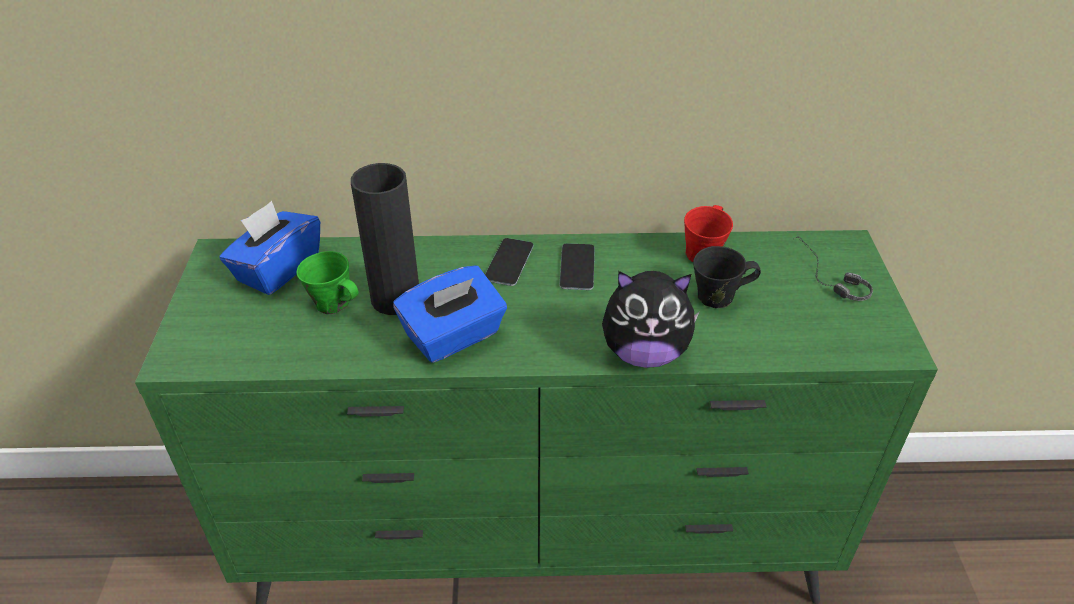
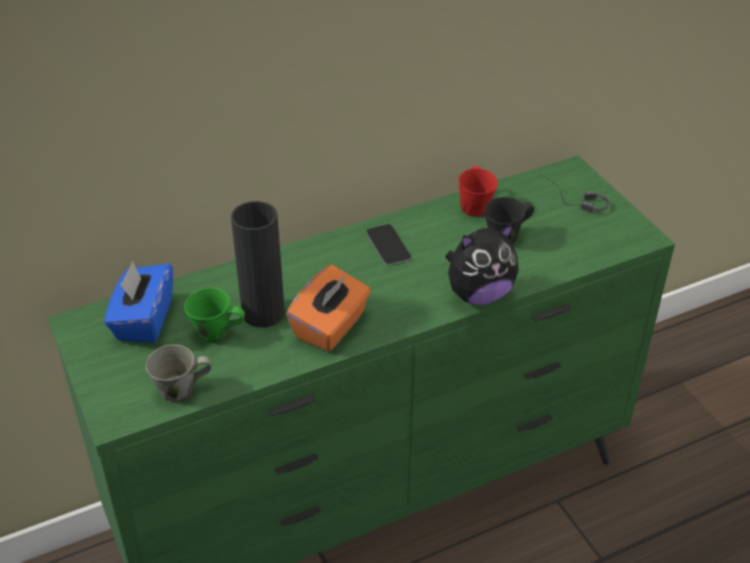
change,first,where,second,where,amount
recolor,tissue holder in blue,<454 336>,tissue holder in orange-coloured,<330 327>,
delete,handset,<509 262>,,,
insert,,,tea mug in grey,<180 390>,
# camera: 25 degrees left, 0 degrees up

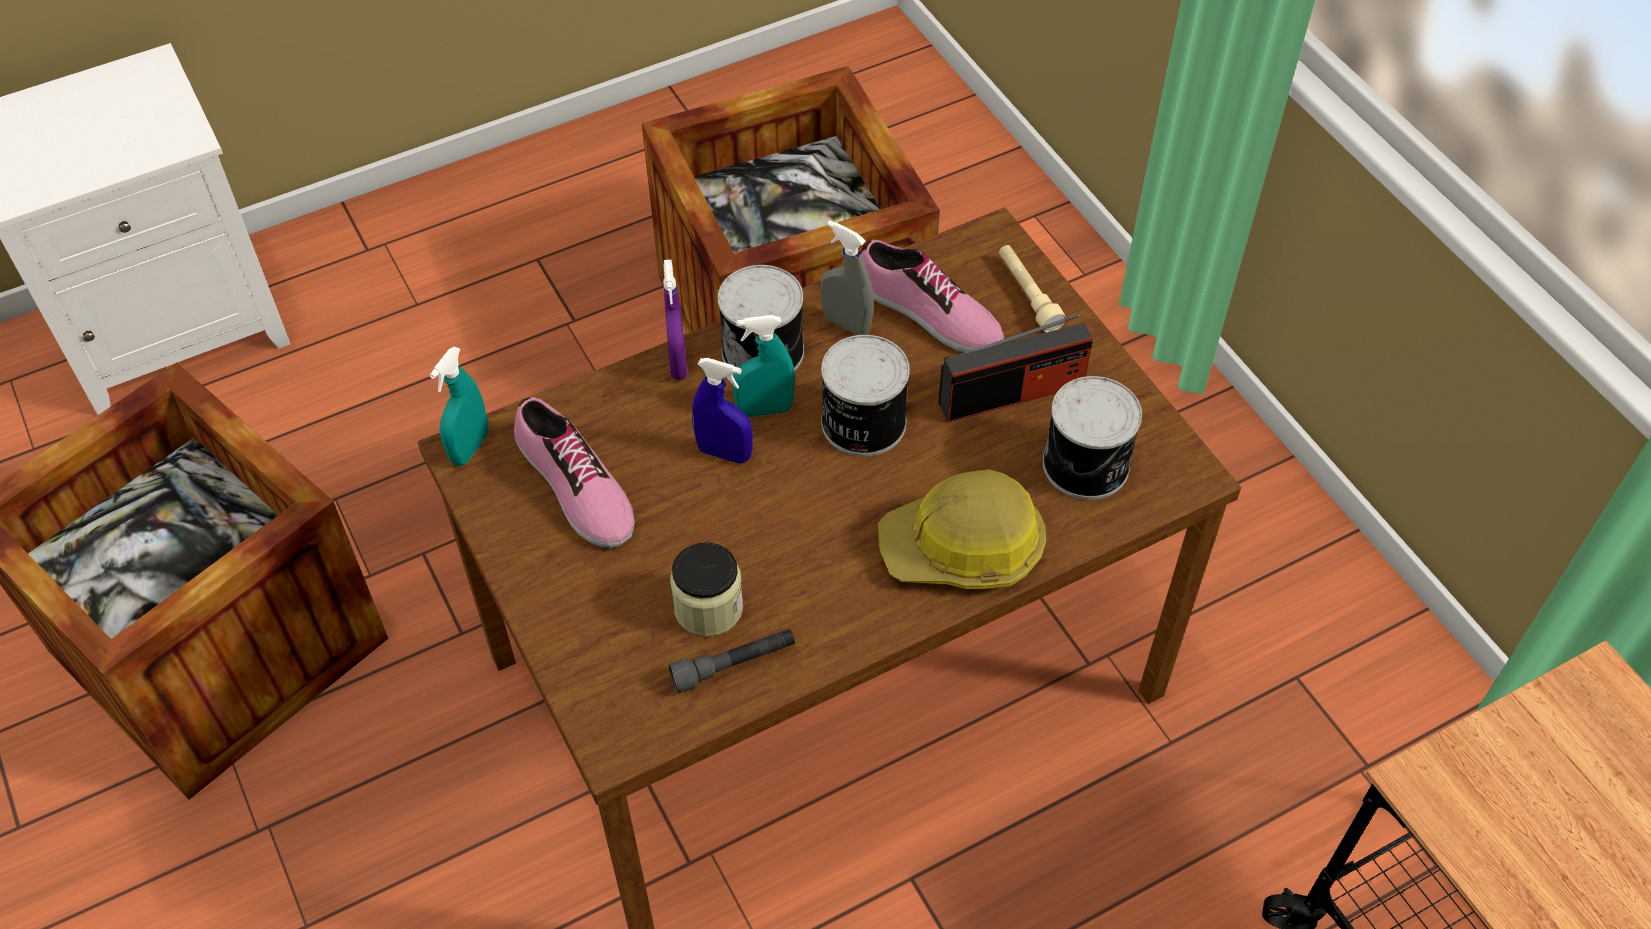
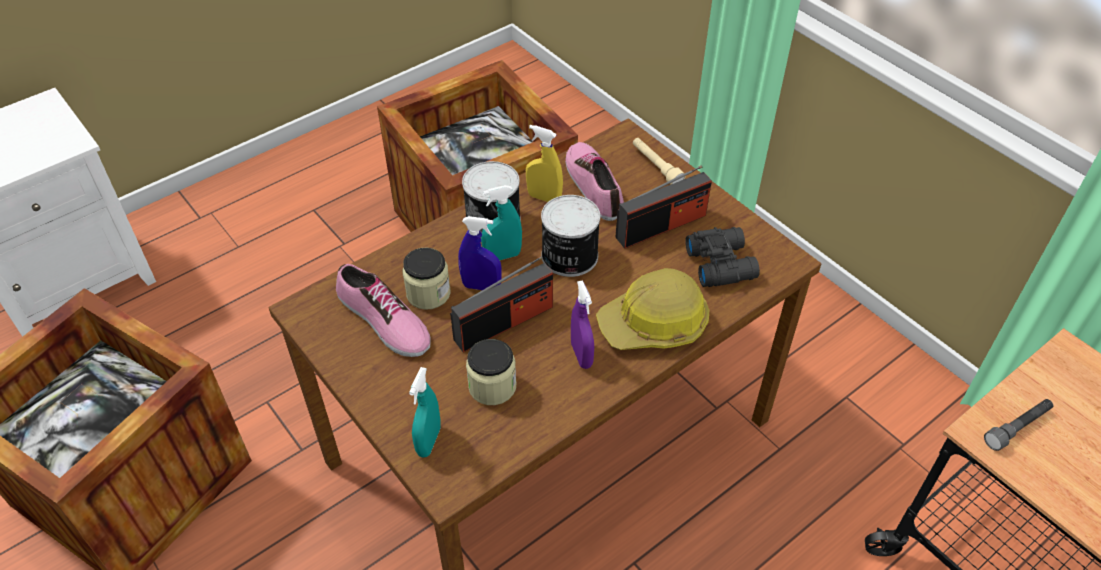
change,first,where,second,where,amount
move,sprayer in turquoise,<470 448>,,<429 441>,
move,sprayer in purple-coloured,<678 362>,,<581 355>,
move,torch in grey,<734 665>,,<1017 428>,
recolor,sprayer in grey,<846 324>,sprayer in yellow,<544 198>,
rotate,shoe,<927 313>,,<594 185>,135 degrees counterclockwise
replace,sealed can,<1087 466>,field glasses in blackish,<721 263>,
insert,,,preserve jar,<428 293>,
insert,,,radio,<504 323>,
# camera: 10 degrees left, 5 degrees down

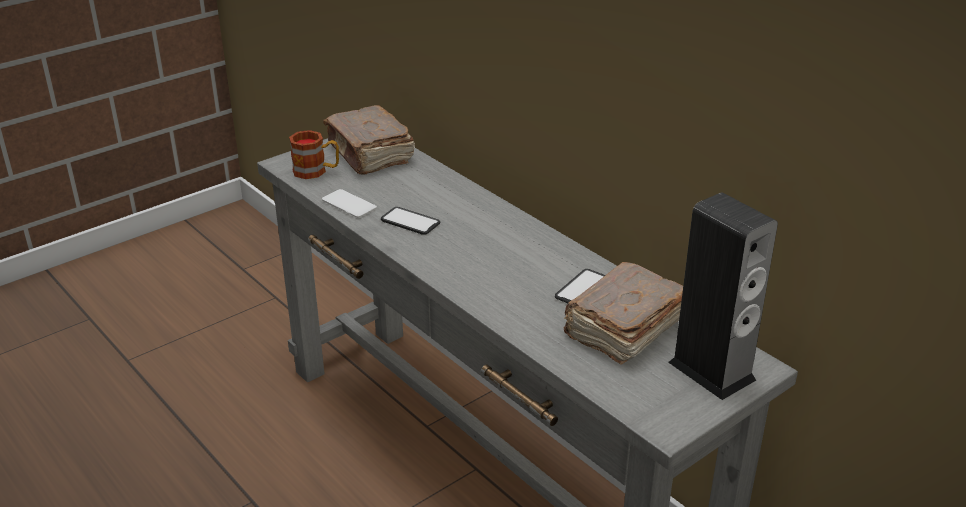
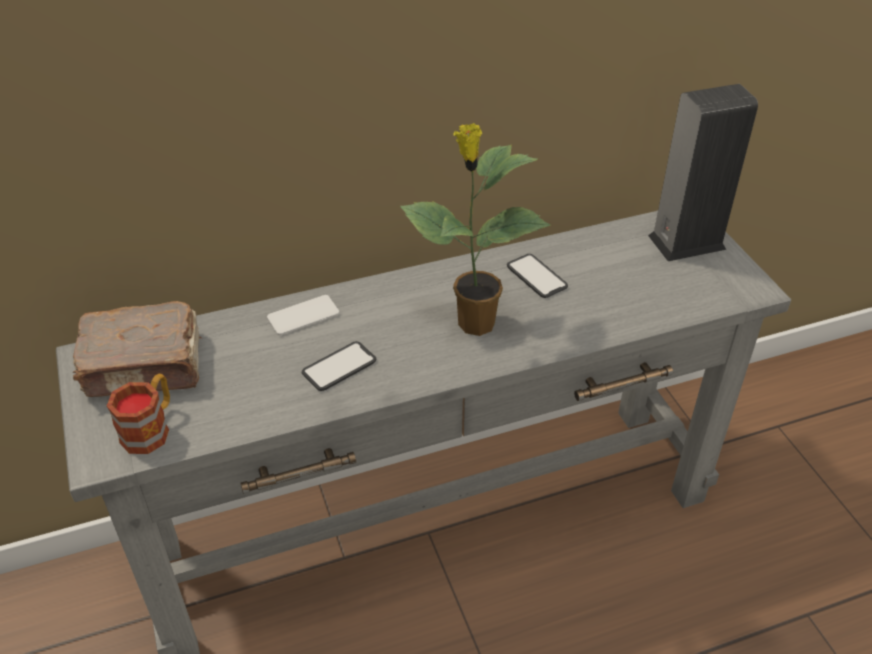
change,first,where,second,where,amount
move,handset,<349 204>,,<303 316>,
delete,bound book in brownish,<623 329>,,,
insert,,,potted plant,<473 324>,
# camera: 70 degrees left, 10 degrees up

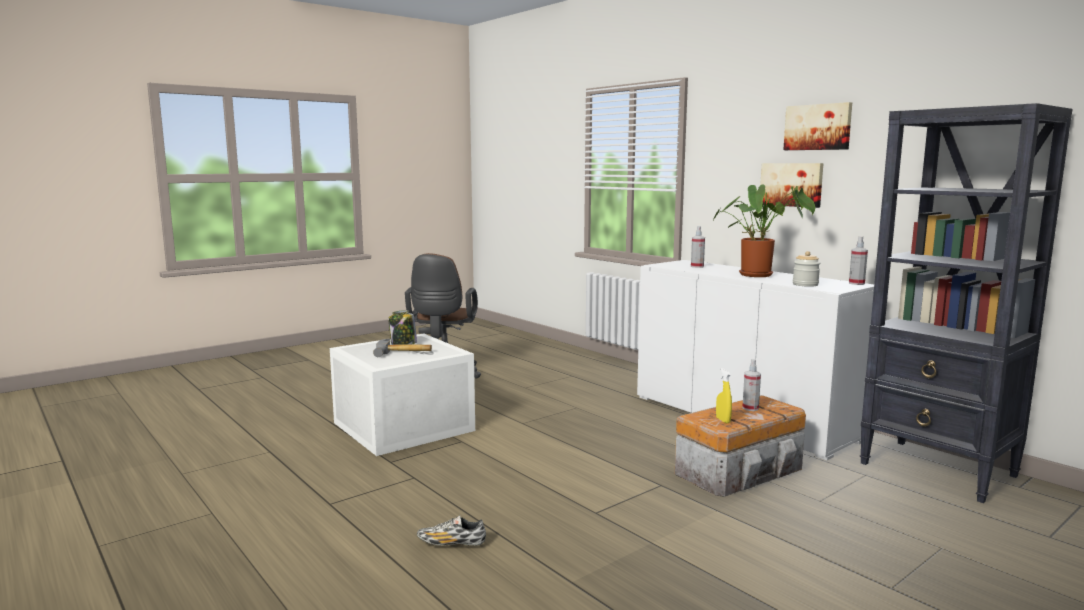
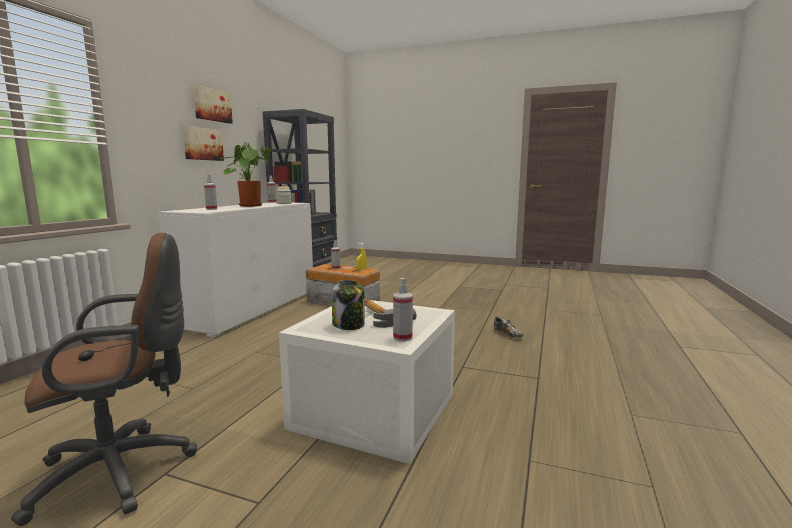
change,first,where,second,where,amount
insert,,,sprayer,<402 338>,
# camera: 120 degrees left, 0 degrees up

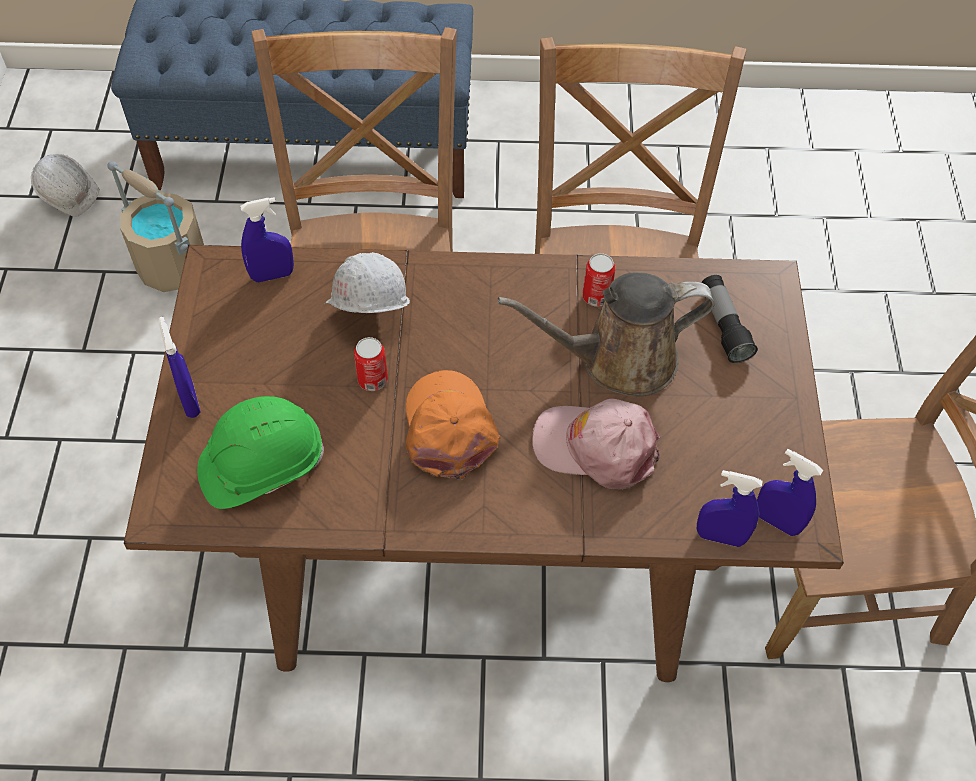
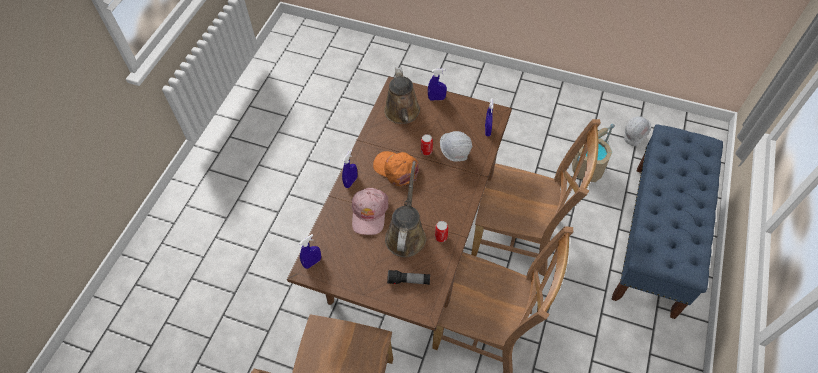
change,first,where,second,where,amount
replace,hard hat in green,<261 465>,watering can in brownish,<402 113>,
rotate,baseball cap in orange-coloured,<449 428>,,<396 169>,150 degrees counterclockwise
rotate,baseball cap in pinkish,<596 447>,,<369 213>,150 degrees clockwise
move,sprayer in blue,<720 537>,,<351 182>,
# camera: 110 degrees right, 0 degrees up

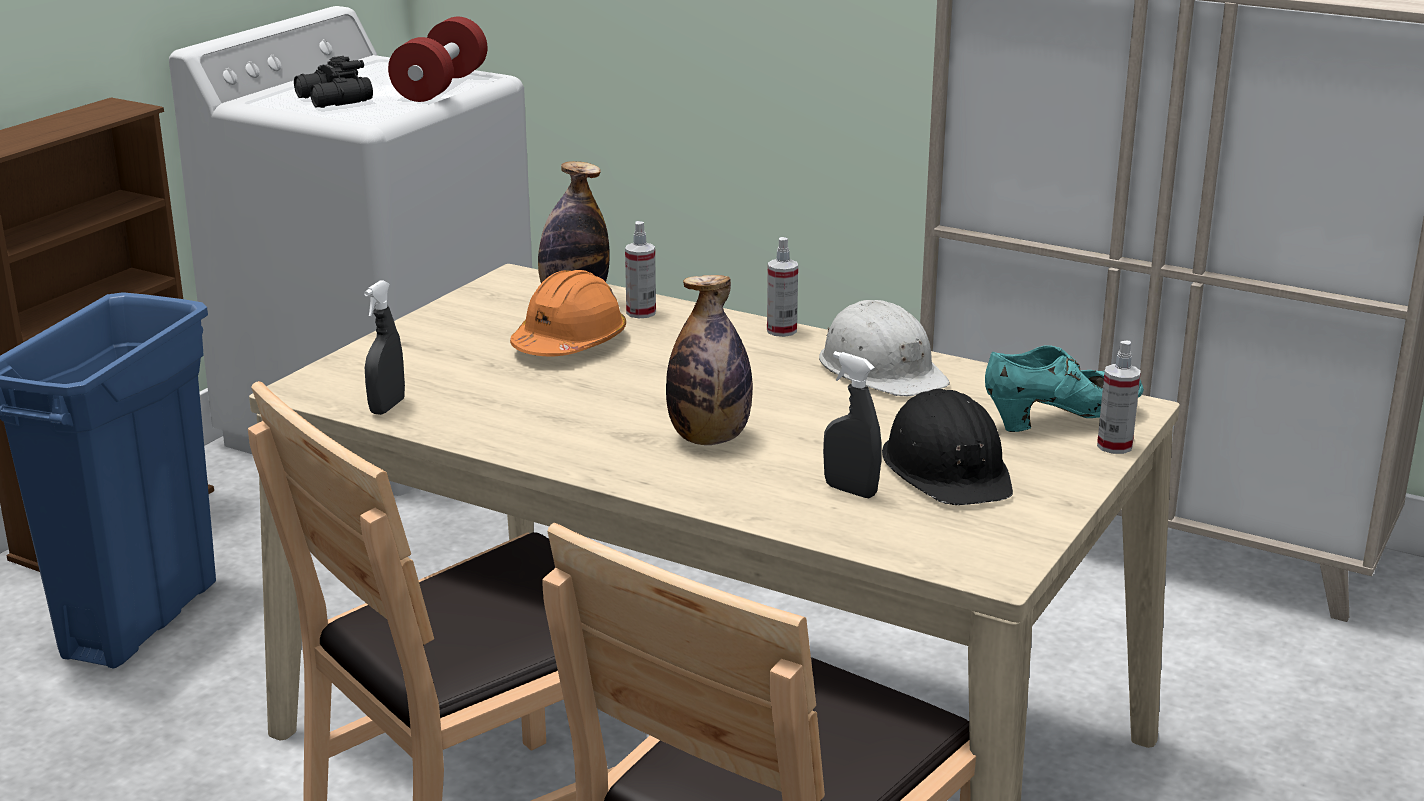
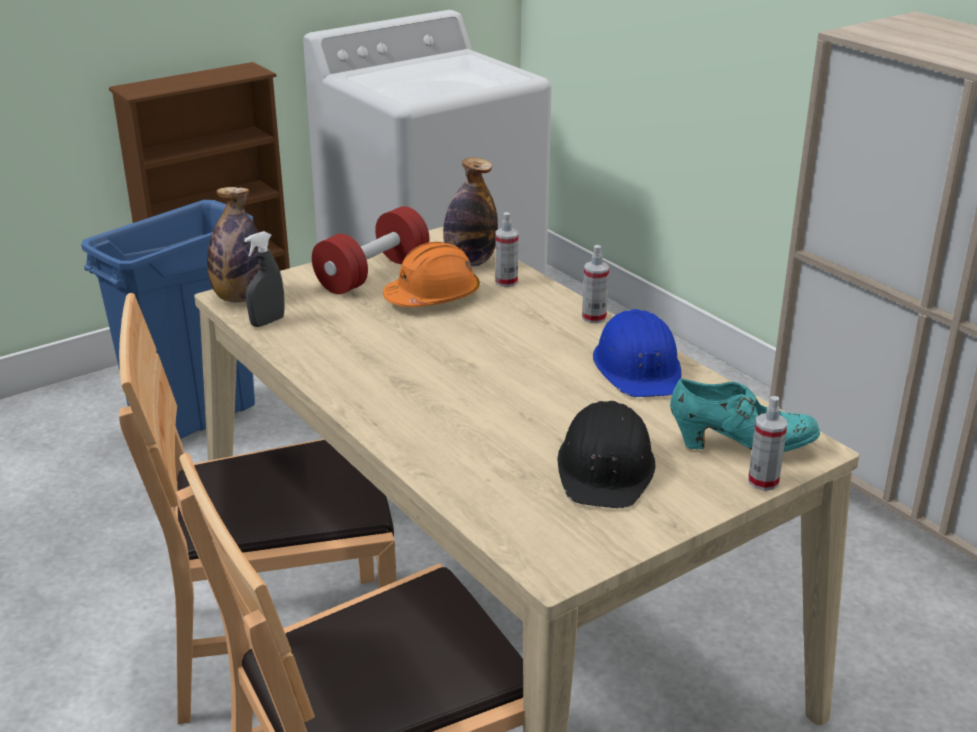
change,first,where,second,where,amount
delete,field glasses in blackish,<333 100>,,,
move,dumbbell in reddish,<441 87>,,<373 274>,
move,drink bottle,<709 438>,,<240 298>,
recolor,hard hat in white,<882 370>,hard hat in blue,<638 368>,
delete,sprayer in grey,<850 490>,,,
# camera: 25 degrees right, 5 degrees up

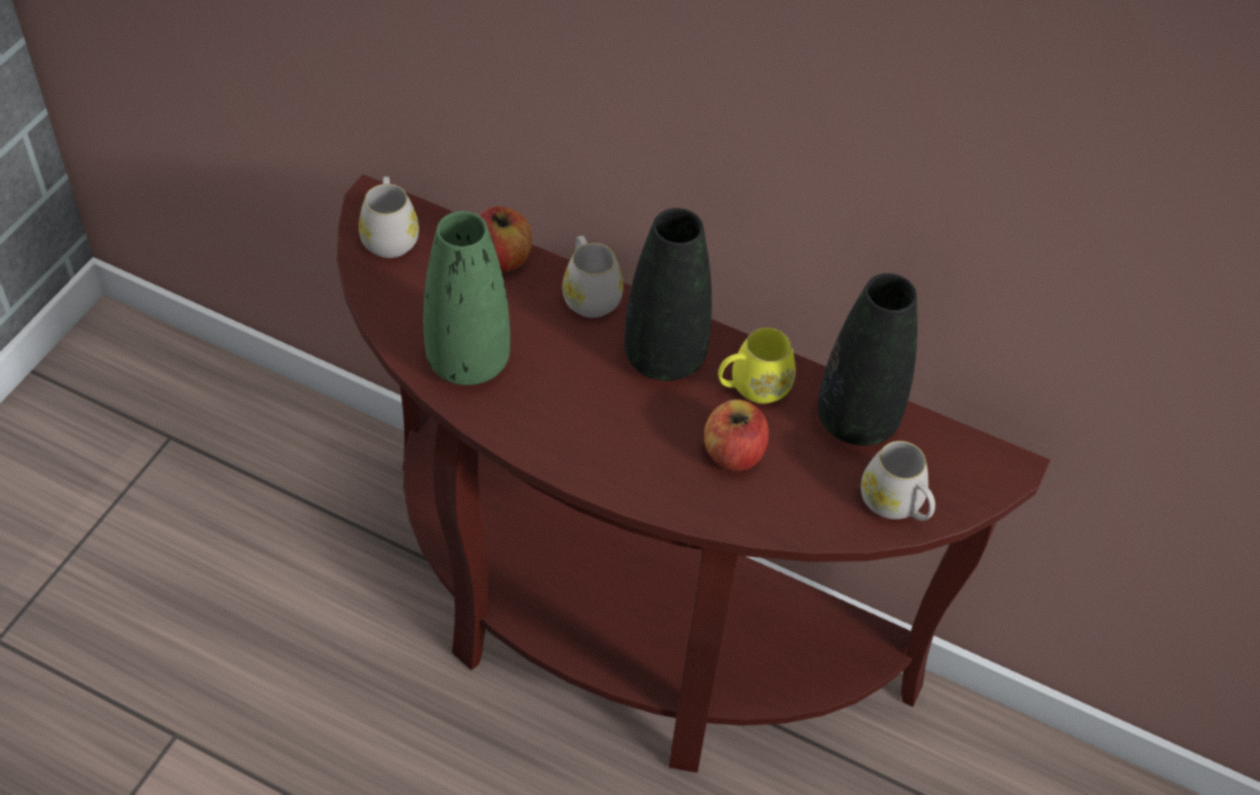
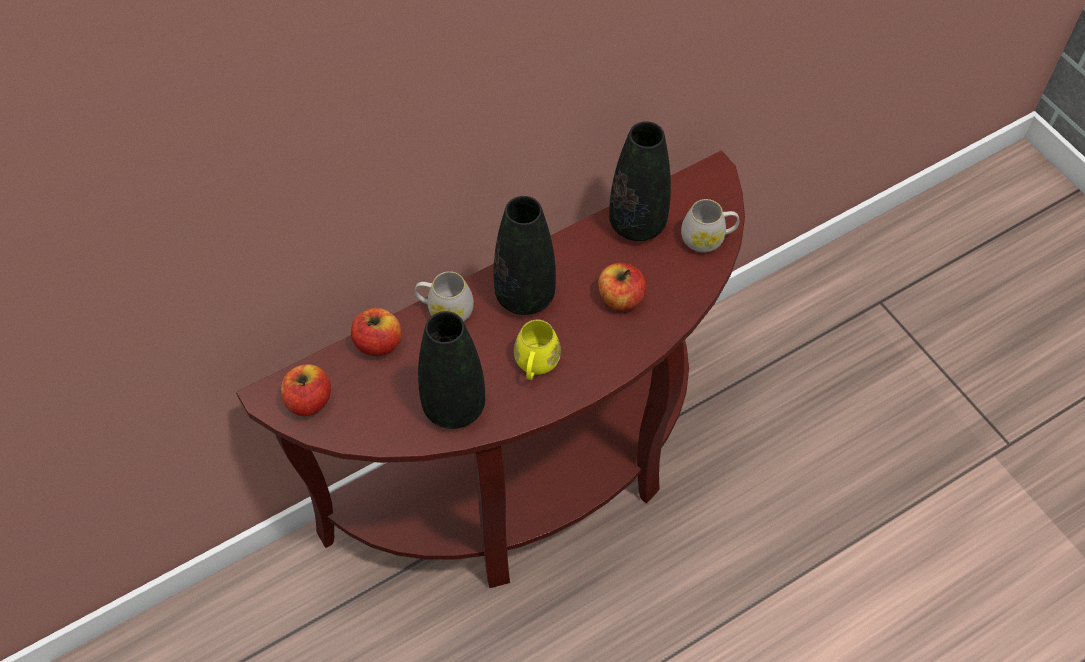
change,first,where,second,where,amount
replace,tea mug in white,<390 235>,whole apple,<309 401>,
recolor,decorative vase in green,<468 361>,decorative vase in blackish,<454 406>,
move,tea mug in yellow,<753 387>,,<535 364>,
# camera: 55 degrees left, 5 degrees up

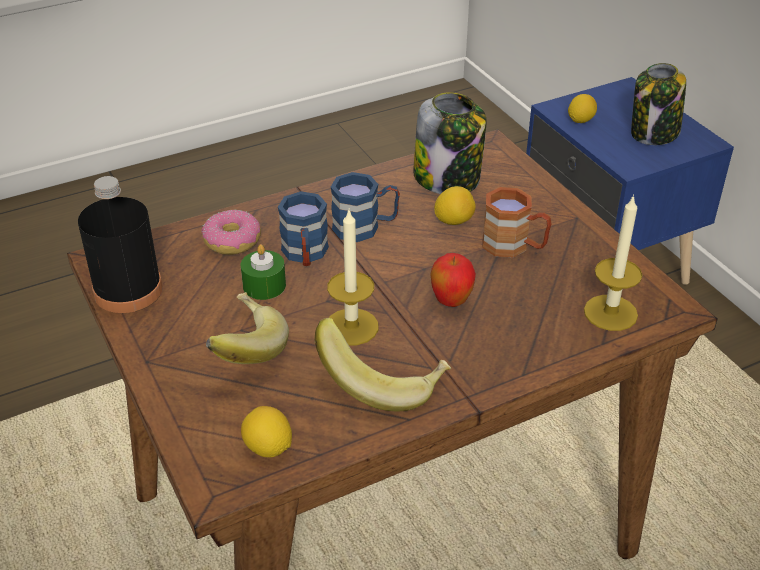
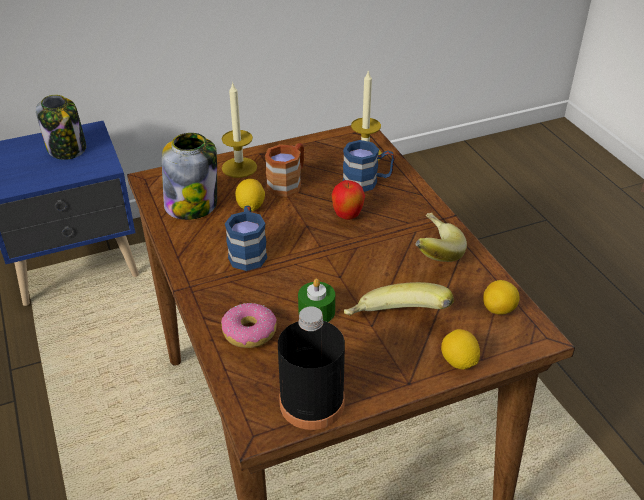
change,first,where,second,where,amount
move,tea mug in blue,<305 255>,,<367 182>,
move,wax candle,<351 327>,,<239 167>,
move,whole lemon,<580 120>,,<458 362>,
# camera: 85 degrees left, 0 degrees up

